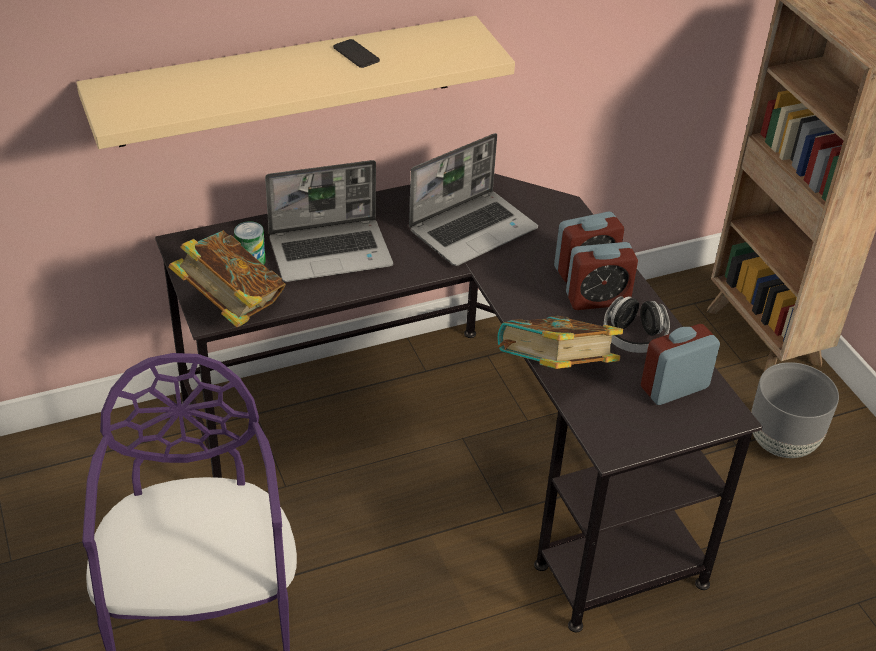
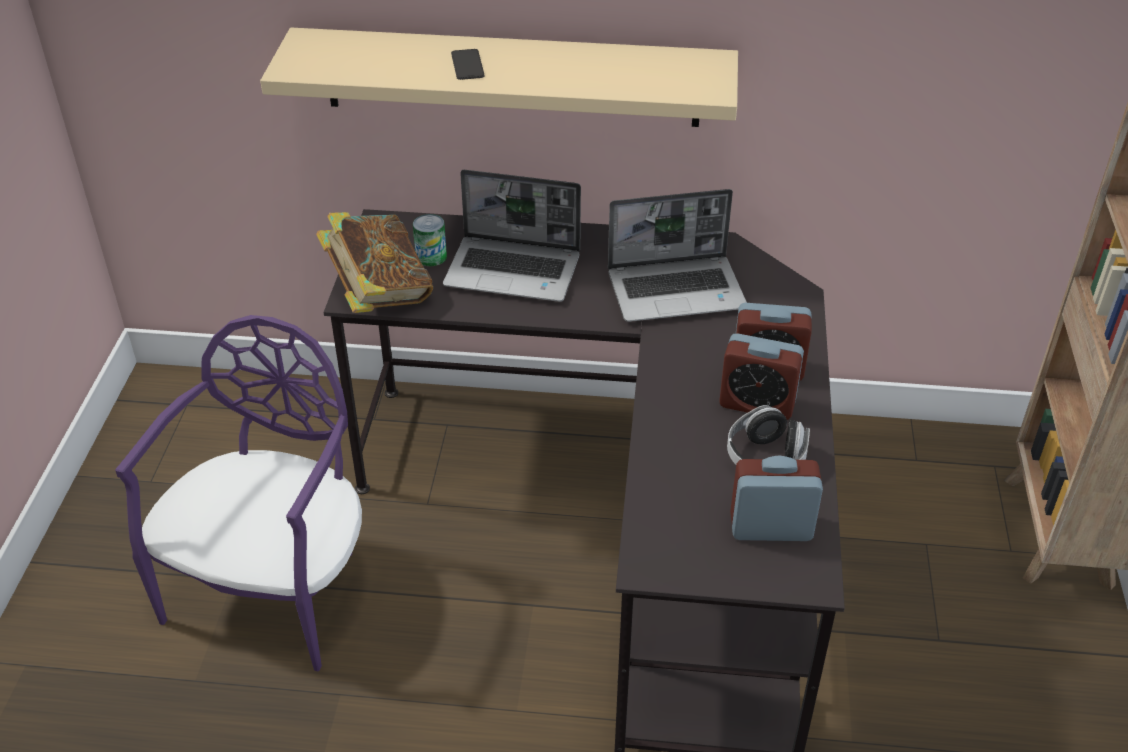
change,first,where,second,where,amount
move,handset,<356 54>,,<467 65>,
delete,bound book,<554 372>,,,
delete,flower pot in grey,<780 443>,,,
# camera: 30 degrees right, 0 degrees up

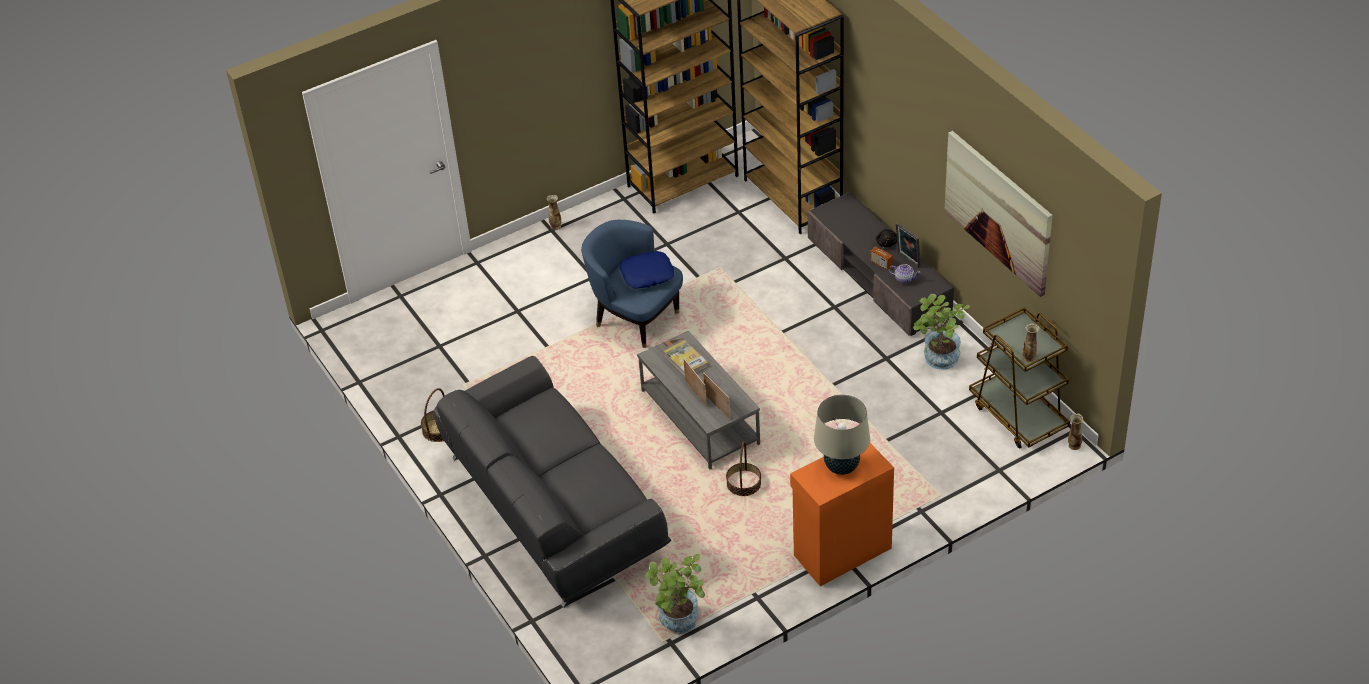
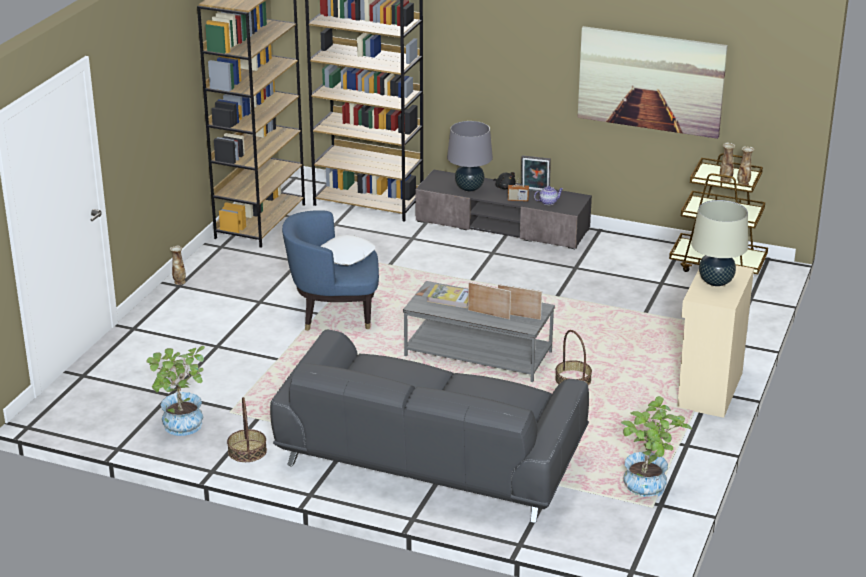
change,first,where,second,where,amount
recolor,throw pillow in blue,<647 275>,throw pillow in white,<346 256>,
recolor,cabinet in orange-coloured,<841 551>,cabinet in beige,<708 390>,
move,potted plant,<938 360>,,<181 428>,
move,decorative vase,<1074 446>,,<725 180>,
insert,,,table lamp in grey,<469 188>,
# camera: 40 degrees left, 15 degrees down

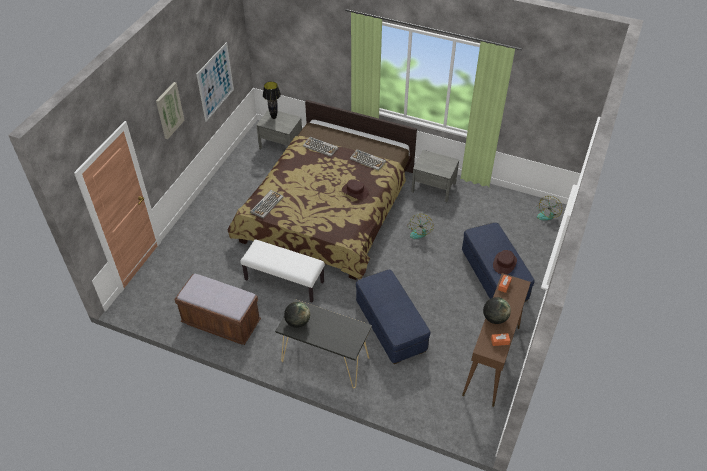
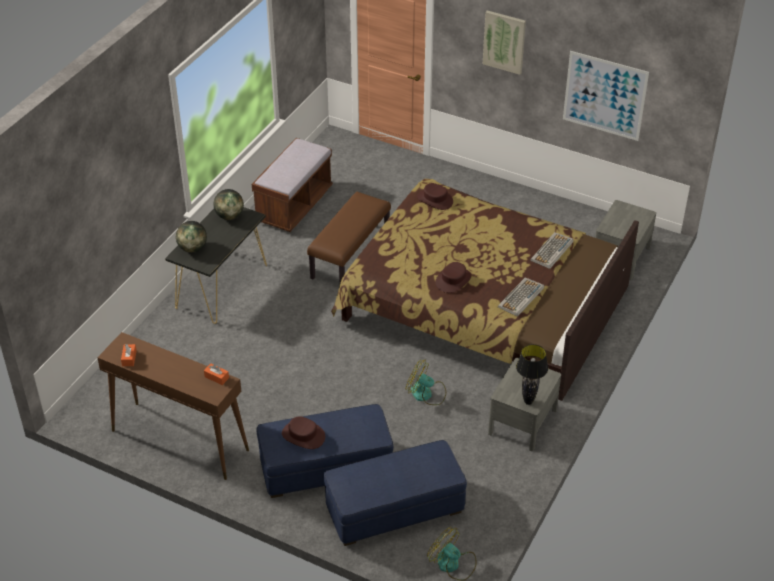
change,first,where,second,where,amount
recolor,long seat in white,<285 280>,long seat in brownish,<350 256>,
replace,PC keyboard,<267 204>,hat in brownish,<435 199>,
move,table lamp in blackish,<274 117>,,<528 402>,
move,pouffe in blue,<391 326>,,<395 509>,
move,globe,<494 318>,,<192 248>,
# camera: 95 degrees right, 5 degrees down

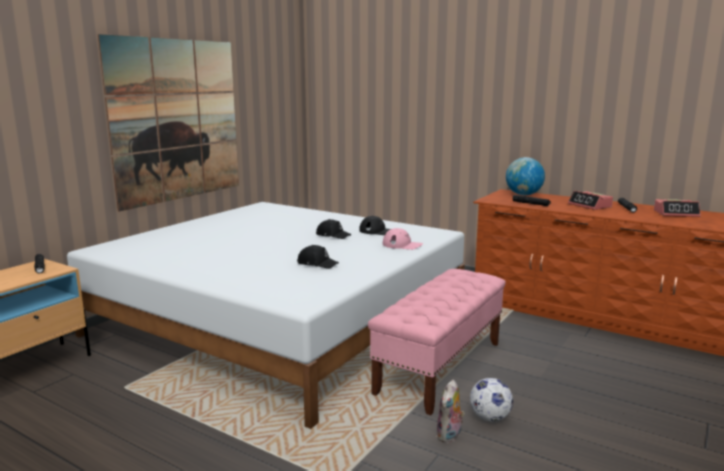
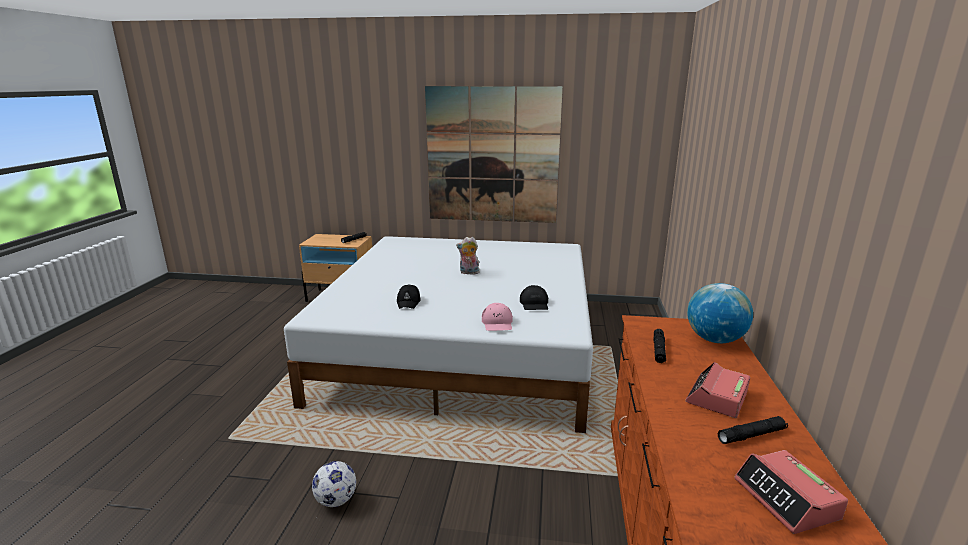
change,first,where,second,where,amount
delete,baseball cap in blackish,<333 235>,,,
delete,long seat in pinkish,<440 367>,,,
move,cuddly toy,<450 436>,,<468 273>,
# camera: 65 degrees right, 5 degrees up

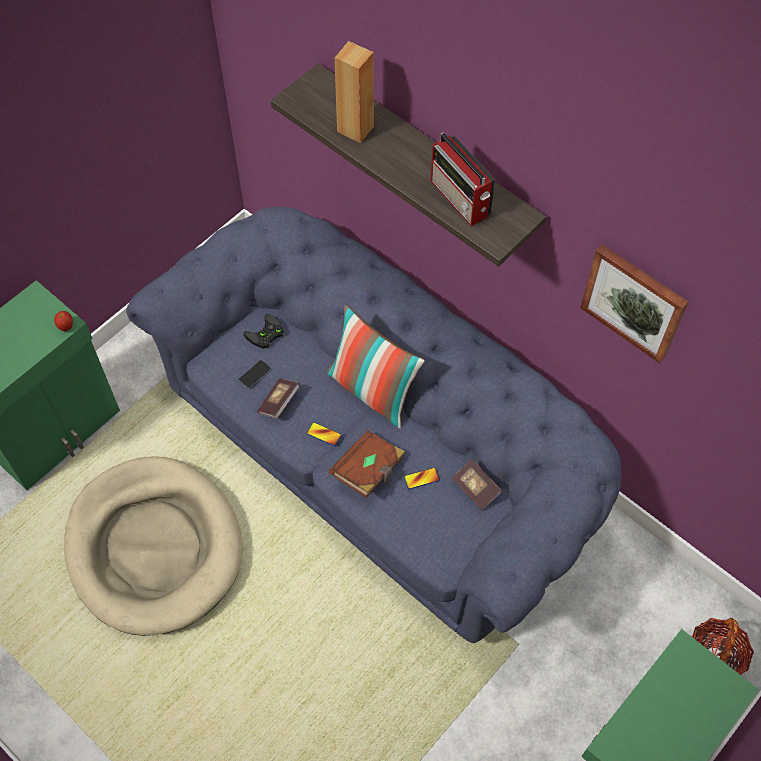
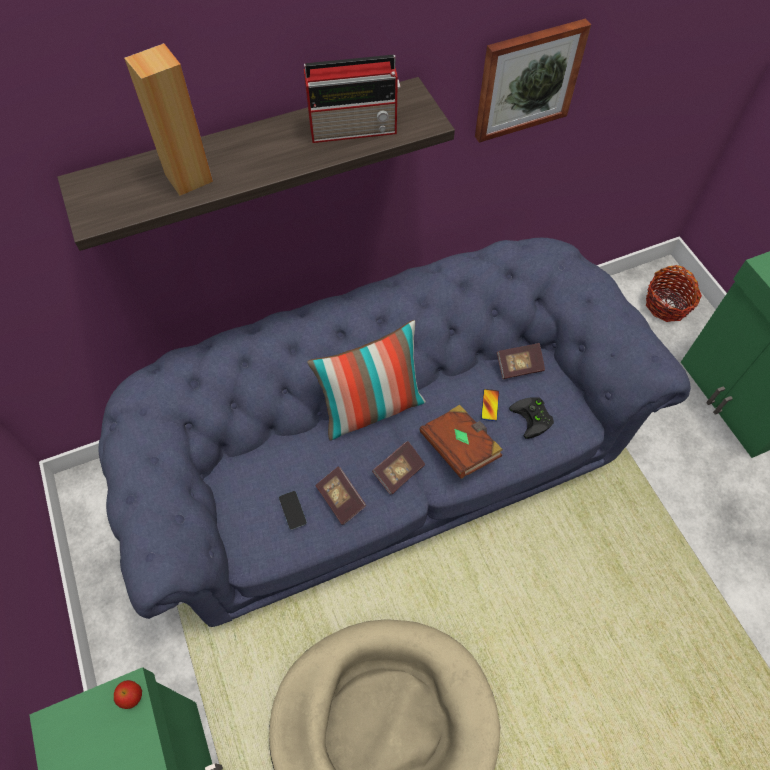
change,first,where,second,where,amount
move,game controller in blackish,<265 335>,,<533 419>,
replace,handset,<324 434>,bound book,<398 472>,
# camera: 65 degrees left, 0 degrees up

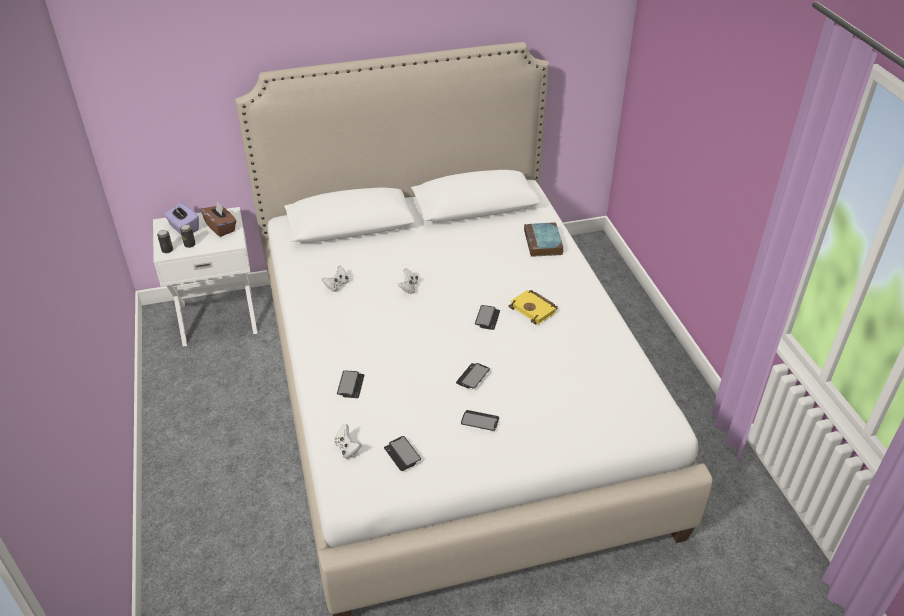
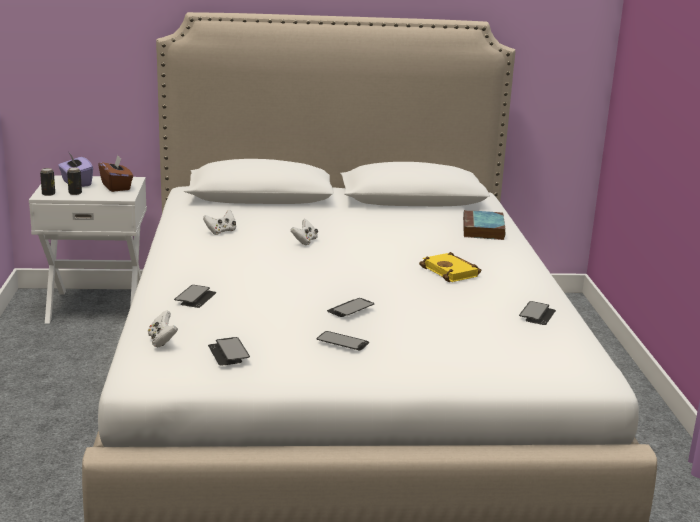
change,first,where,second,where,amount
move,handset,<487 318>,,<537 314>,
# camera: 10 degrees right, 20 degrees down

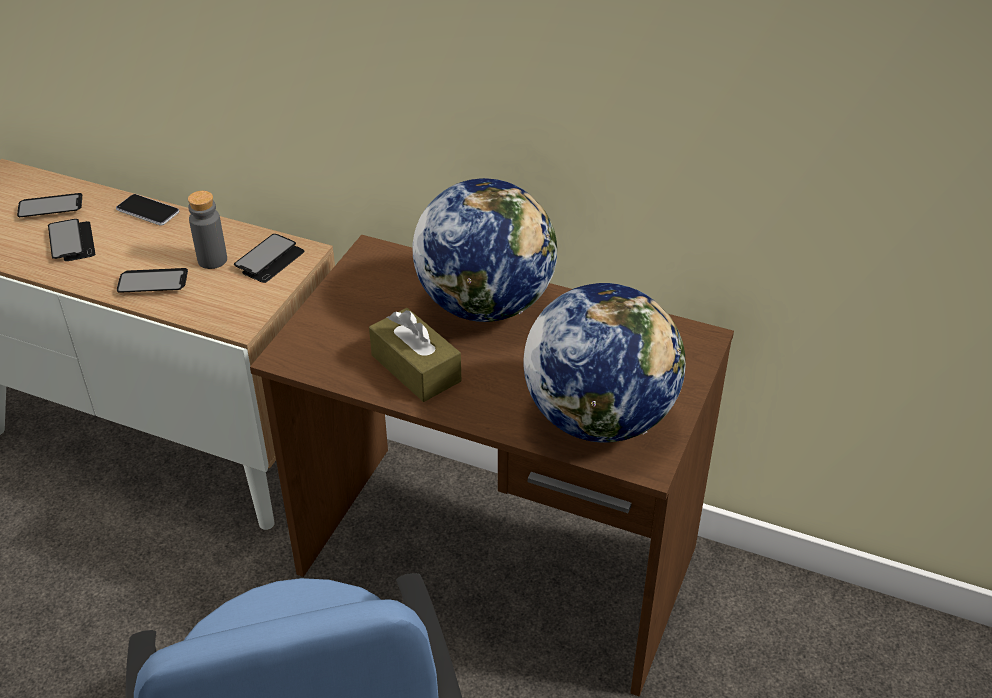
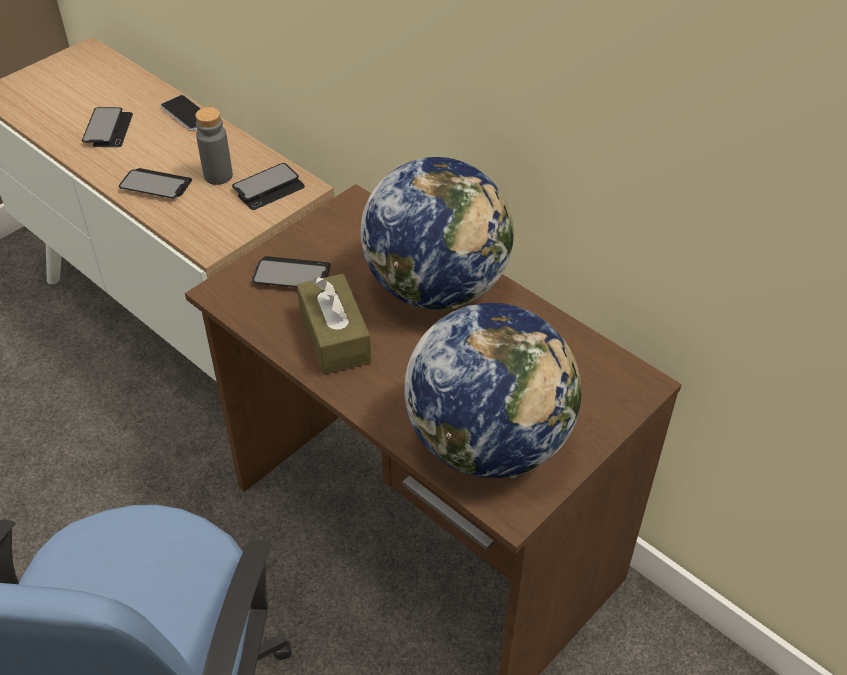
change,first,where,second,where,amount
move,handset,<50 207>,,<292 275>,
# camera: 20 degrees right, 5 degrees up

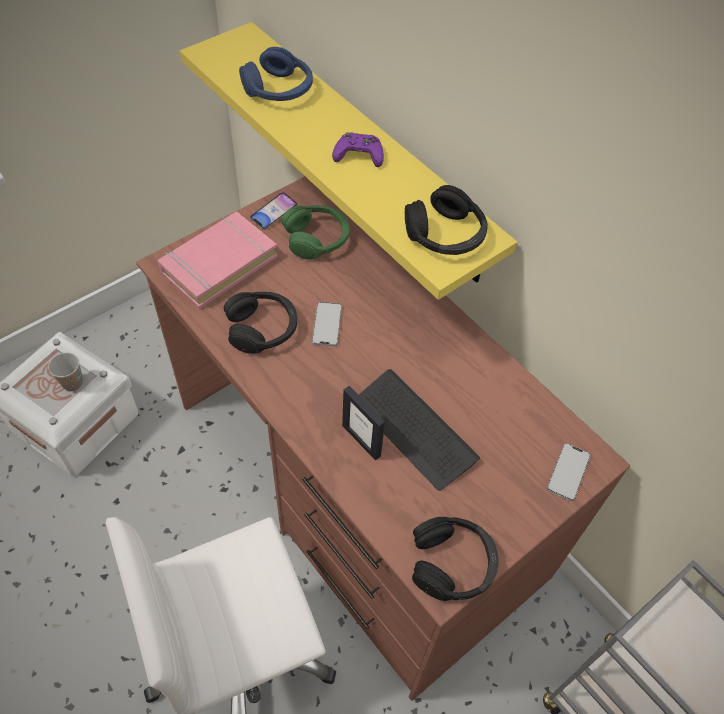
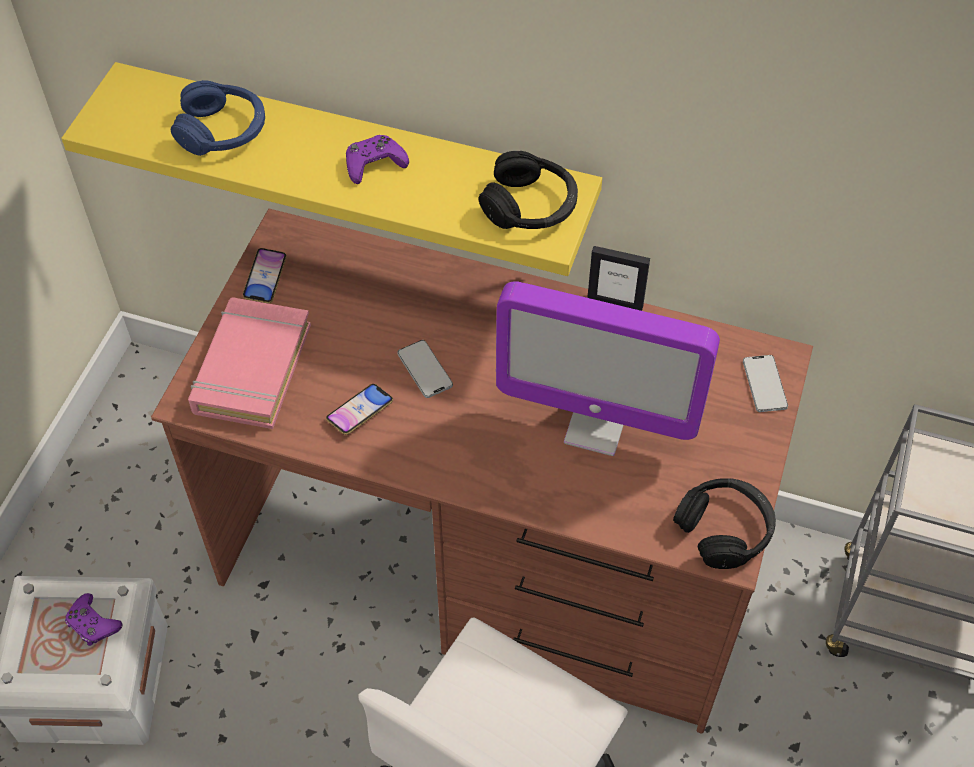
change,first,where,second,where,amount
replace,small cup,<73 383>,game controller in purple-coloured,<93 624>,
replace,headphones in blackish,<262 328>,handset,<360 412>,
delete,headphones in green,<317 238>,,,
move,photo frame,<361 440>,,<615 302>,
replace,PC keyboard,<414 430>,monitor,<595 427>,
# camera: 30 degrees left, 0 degrees up

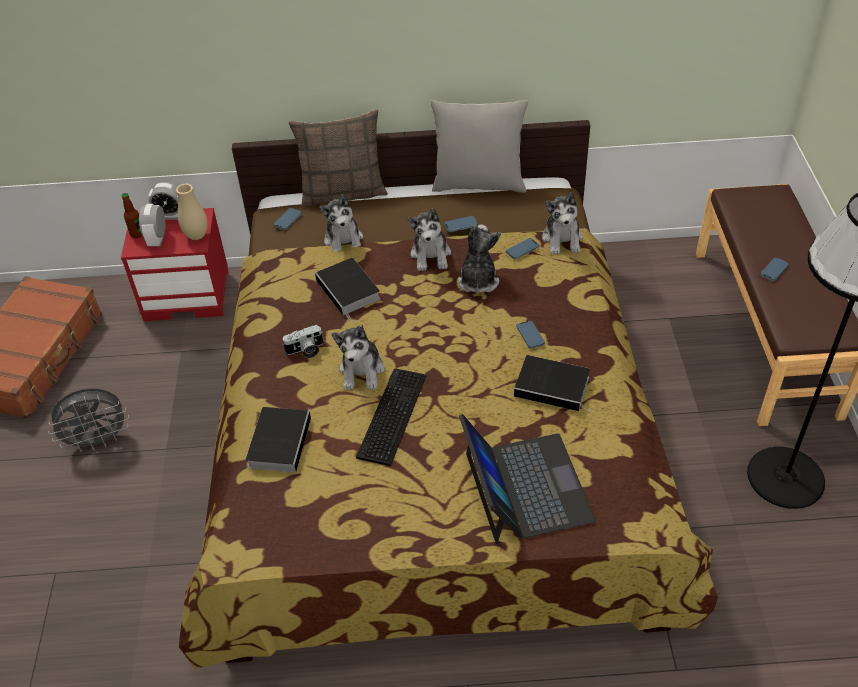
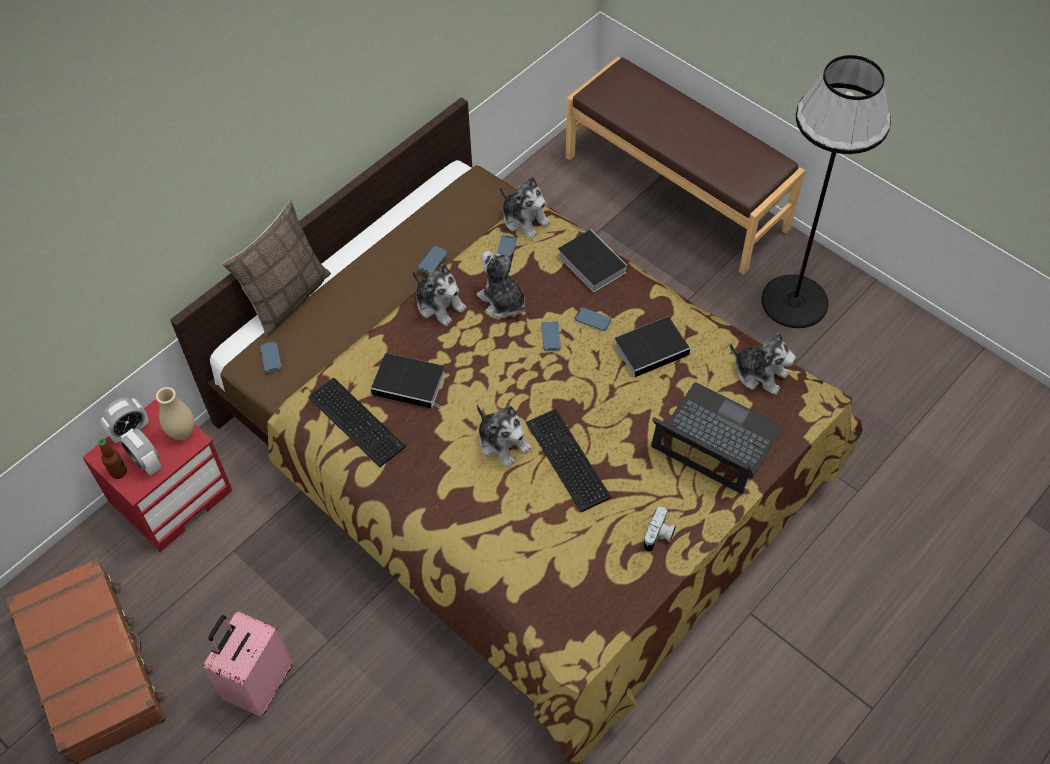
change,first,where,second,where,amount
replace,cooling fan in grey,<99 441>,piece of luggage in pinkish,<259 683>,
move,bound book,<279 440>,,<590 262>,
move,still camera,<305 350>,,<659 536>,
move,cuddly toy,<344 241>,,<760 373>,
delete,throw pillow in grey,<479 184>,,,
move,handset,<774 270>,,<551 337>,
insert,,,PC keyboard,<357 420>,
# camera: 45 degrees left, 10 degrees up

